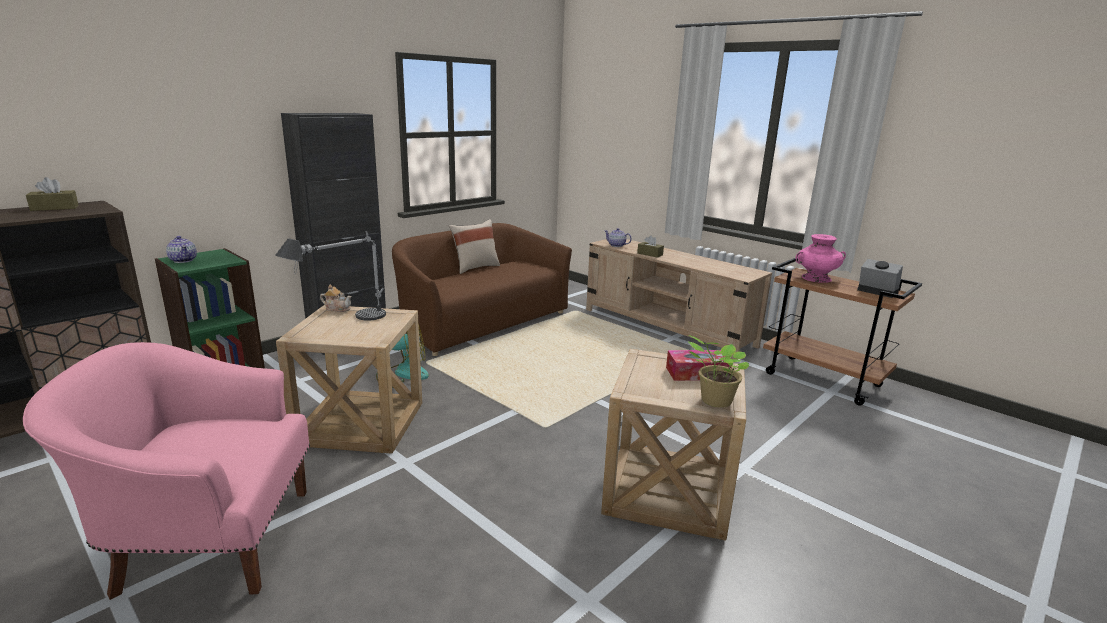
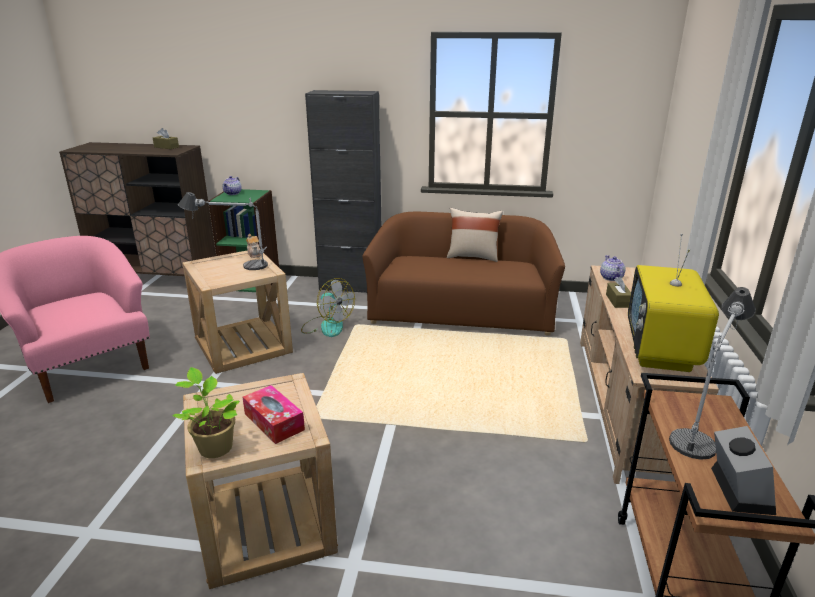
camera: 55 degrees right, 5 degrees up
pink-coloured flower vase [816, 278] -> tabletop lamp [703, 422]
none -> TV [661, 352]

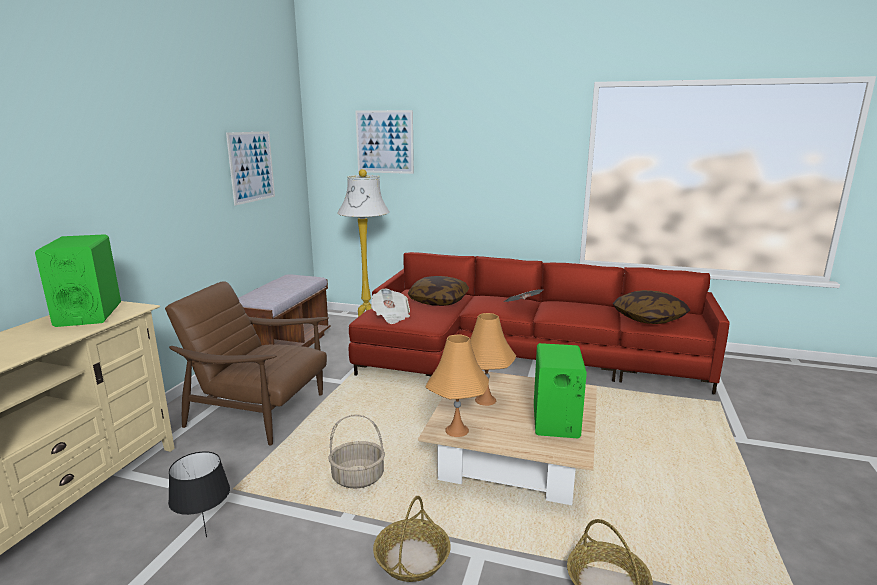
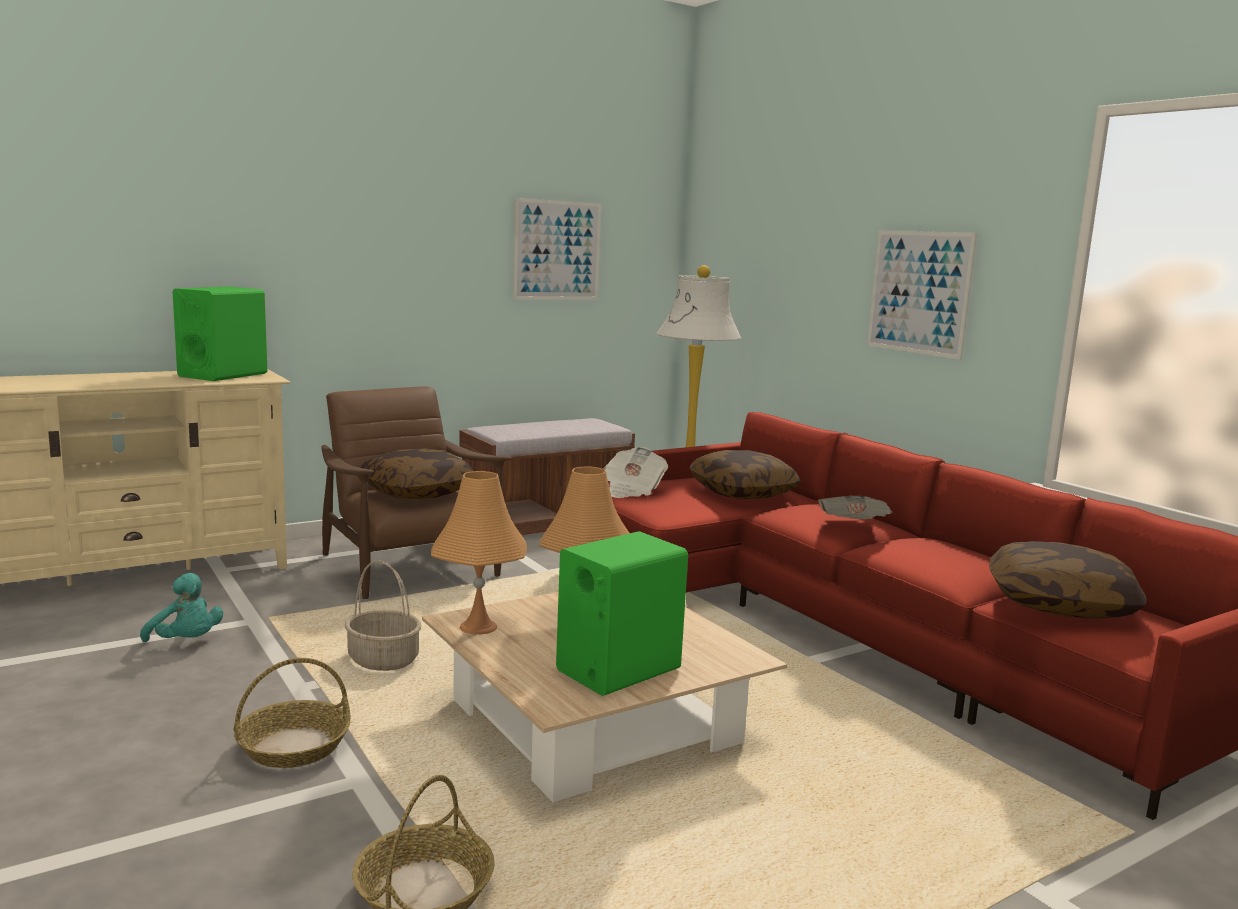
camera: 40 degrees right, 5 degrees down
wall art [384, 142] -> wall art [919, 292], shifted
blackish tabletop lamp [206, 537] -> blue-green soft toy [186, 642]
none -> throw pillow [417, 492]

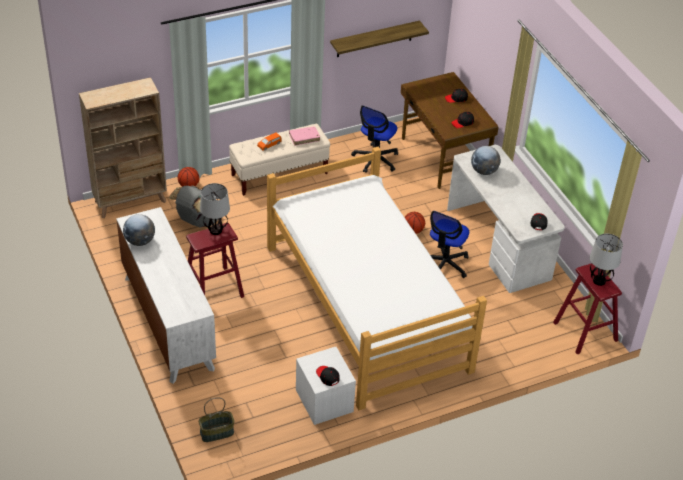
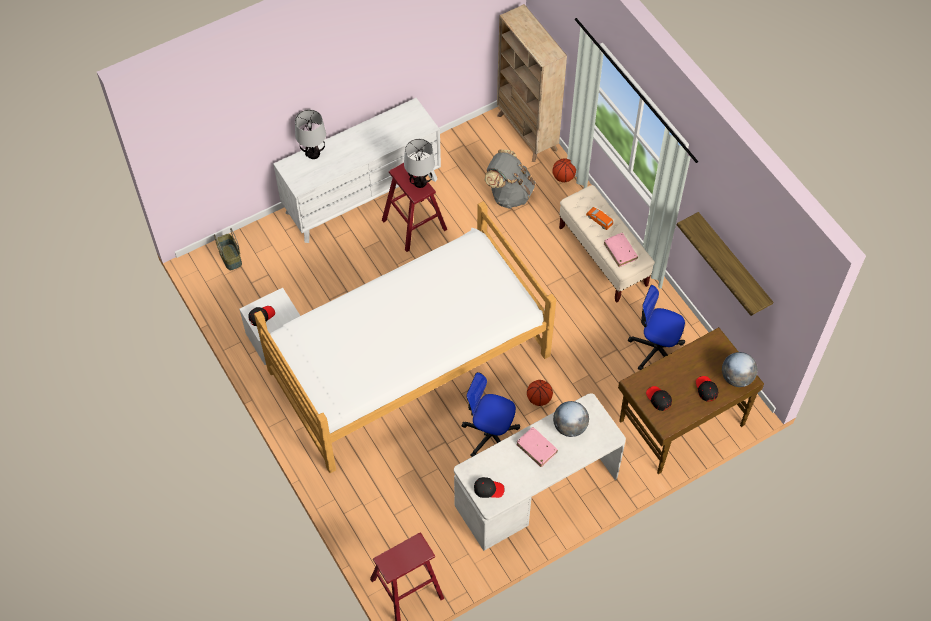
camera: 85 degrees right, 15 degrees up
globe [140, 241] -> globe [736, 378], shifted
tabletop lamp [599, 281] -> tabletop lamp [313, 154], shifted
none -> pink-coloured book [536, 448]

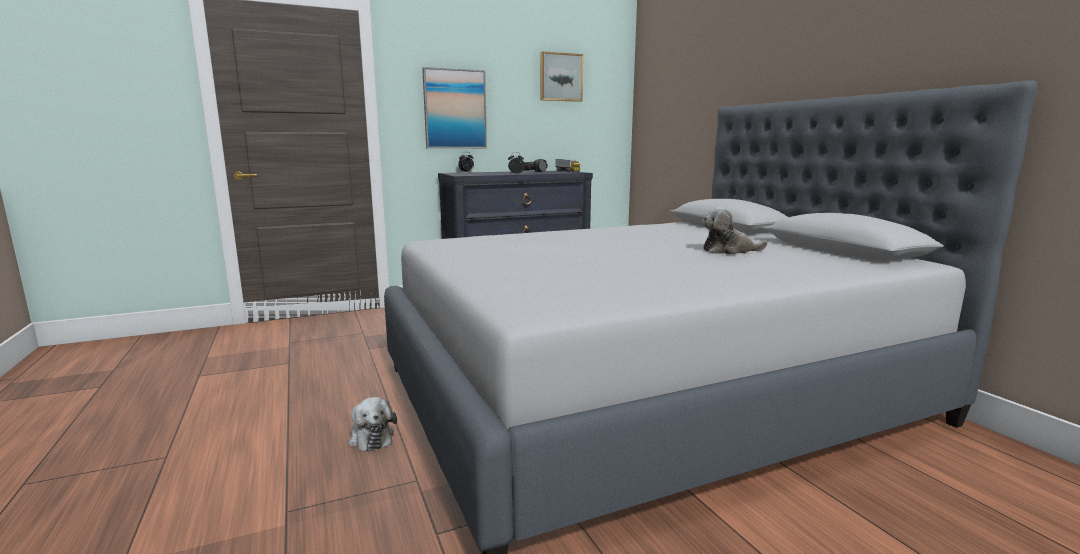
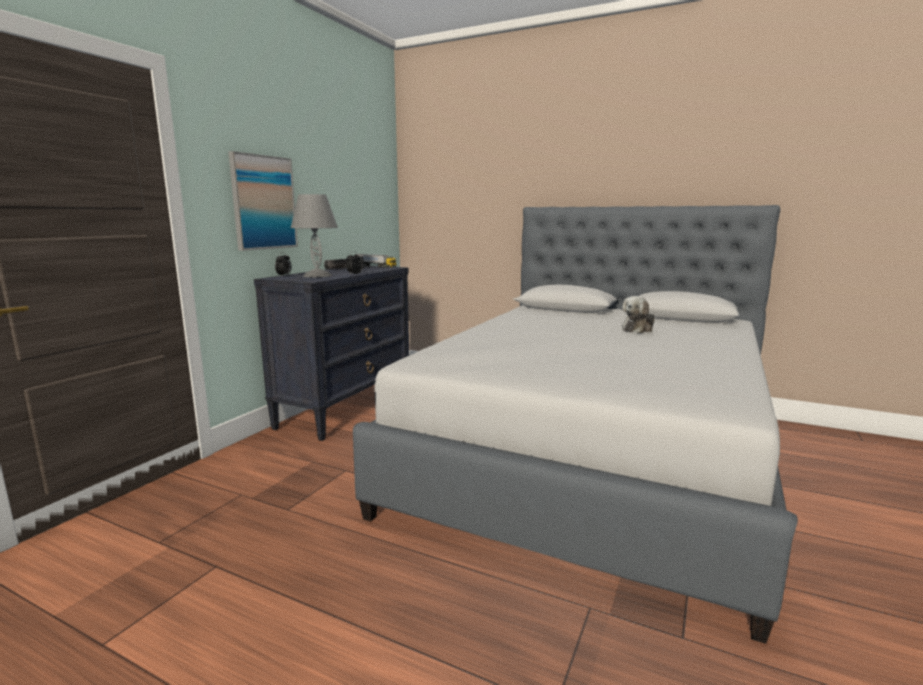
camera: 40 degrees left, 0 degrees up
wall art [560, 77] -> none
soft toy [370, 437] -> none
none -> gray tabletop lamp [317, 275]

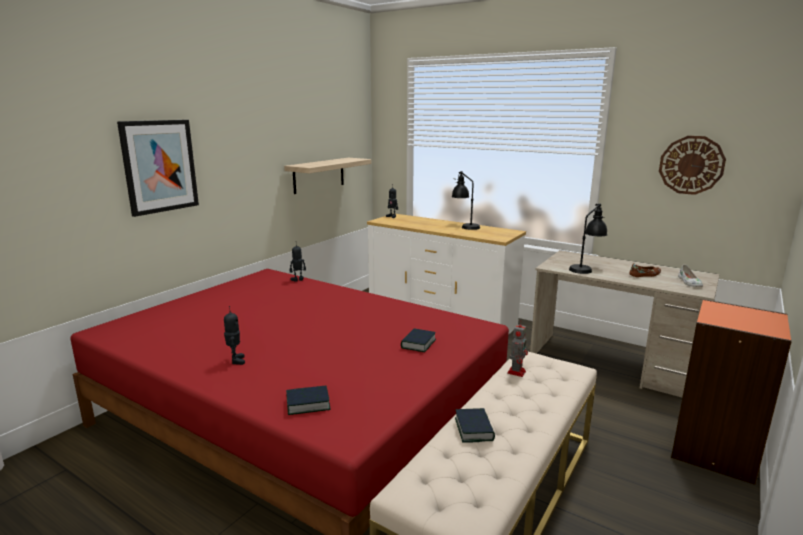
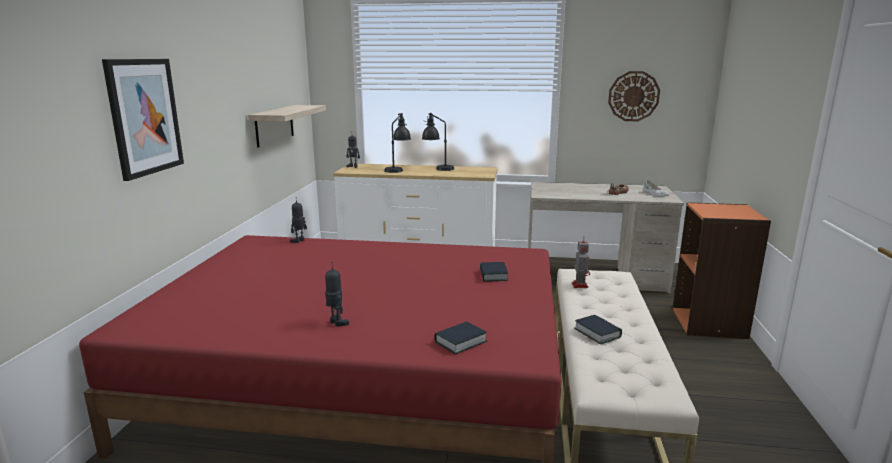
camera: 25 degrees left, 0 degrees up
blackish tabletop lamp [586, 268] -> blackish tabletop lamp [398, 169], shifted

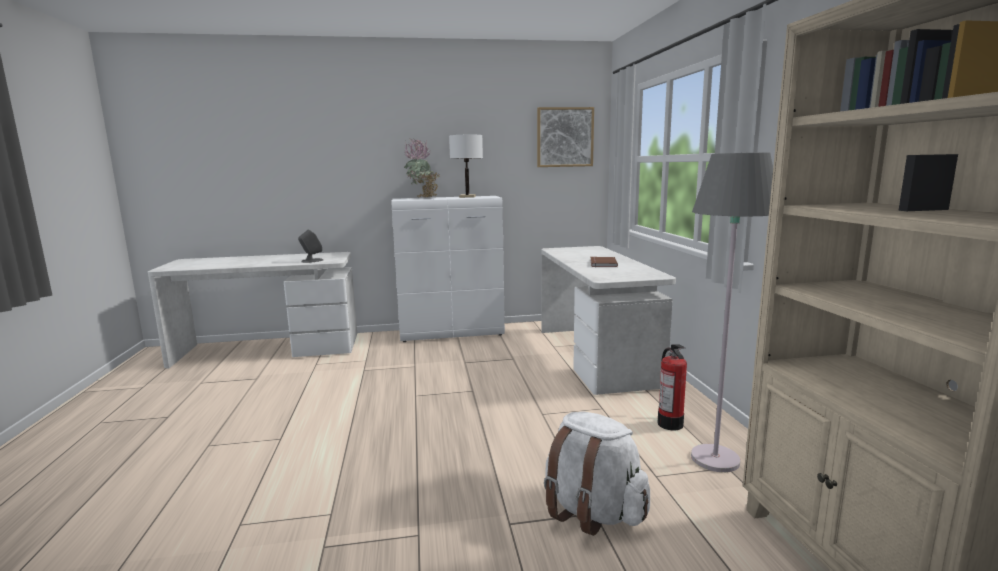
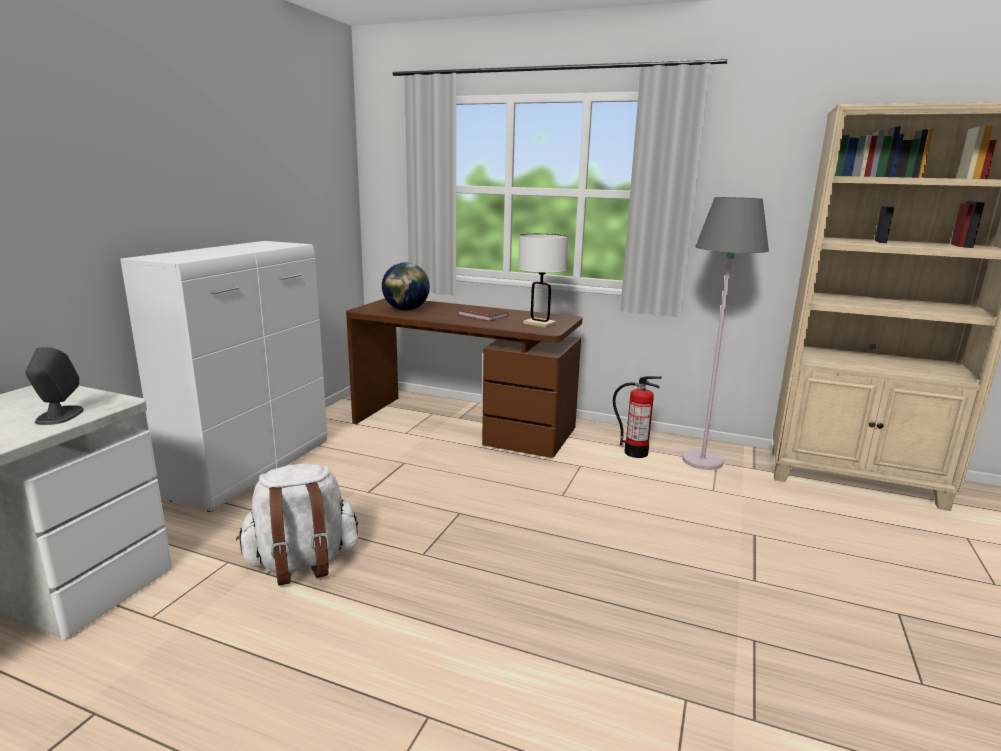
camera: 60 degrees left, 5 degrees up
wall art [565, 137] -> none
whitish tabletop lamp [467, 197] -> whitish tabletop lamp [539, 323], shifted
potted plant [423, 198] -> none
whitish desk [596, 356] -> brown desk [463, 425]
whitish knapsack [592, 512] -> whitish knapsack [302, 563], shifted
none -> globe [406, 310]

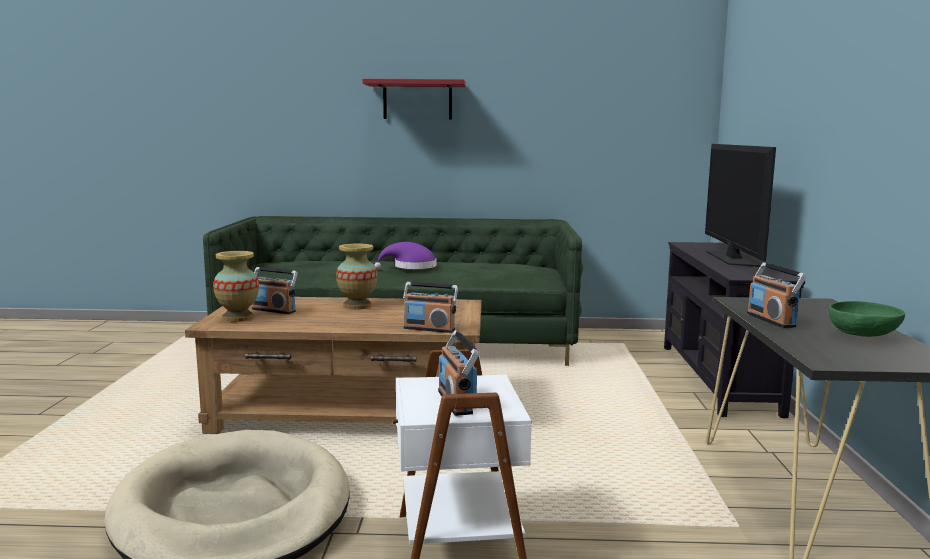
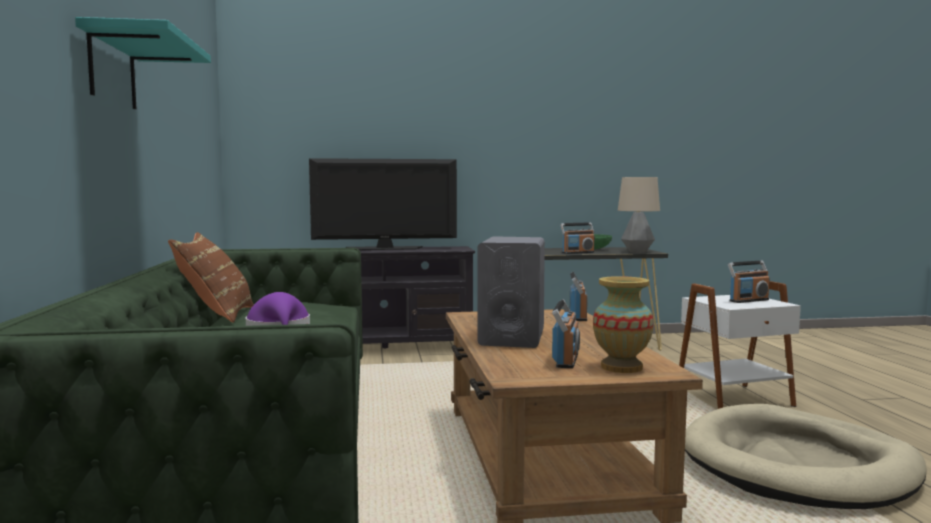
camera: 100 degrees left, 5 degrees down
red bracket shelf [417, 100] -> blue-green bracket shelf [112, 70]
flower vase [357, 306] -> gray audio speaker [512, 337]
none -> tabletop lamp [637, 252]
none -> brown throw pillow [216, 315]

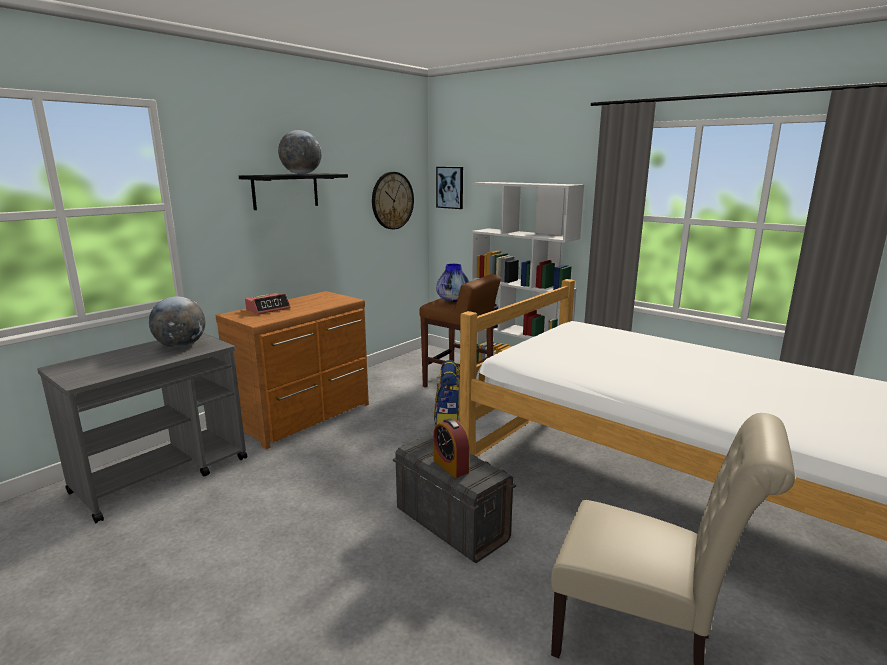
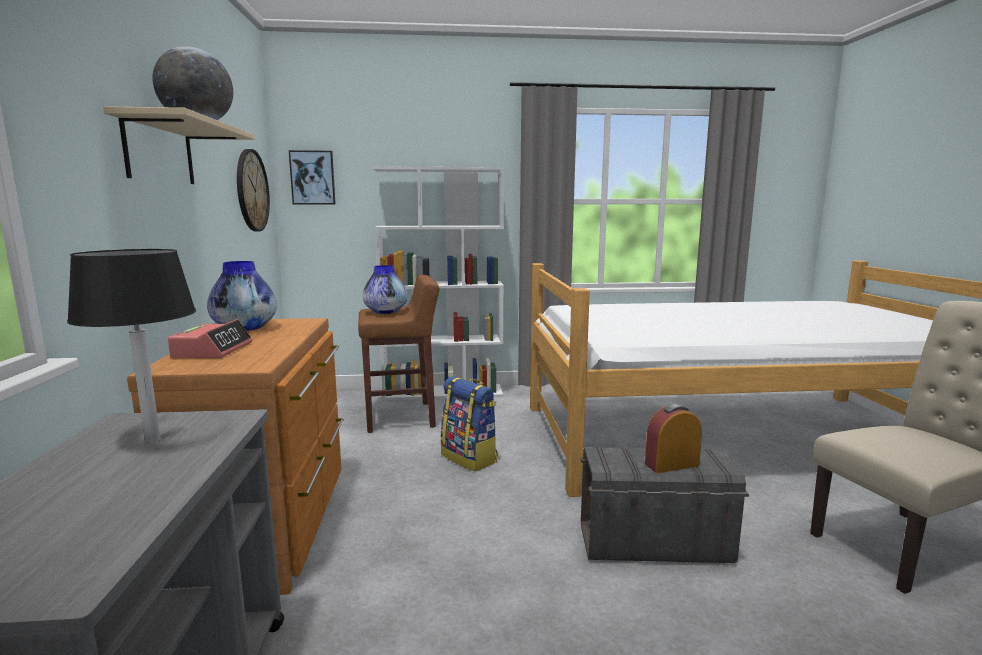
camera: 45 degrees left, 5 degrees down
blackish bracket shelf [285, 191] -> sand-coloured bracket shelf [159, 152]
globe [181, 346] -> blackish tabletop lamp [153, 440]
table clock [451, 466] -> table clock [671, 464], 150 degrees clockwise
none -> flower vase [245, 329]

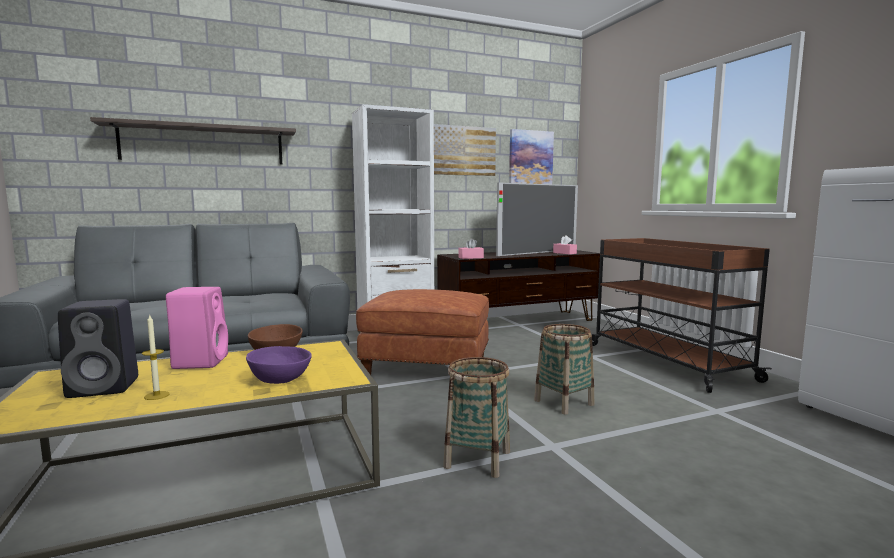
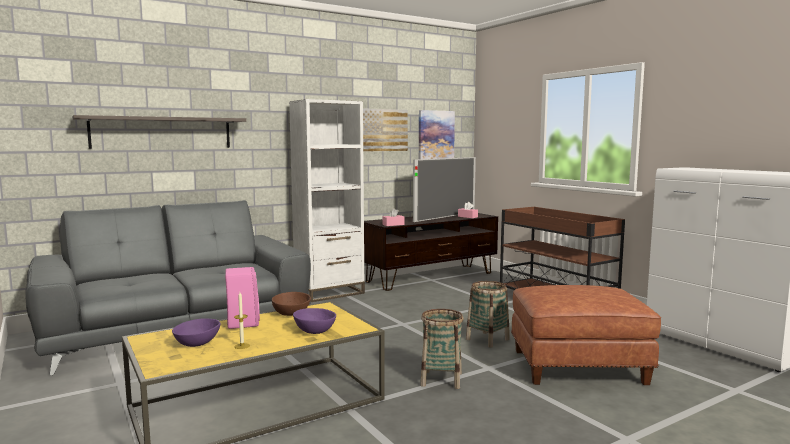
camera: 10 degrees left, 0 degrees up
brown ottoman [428, 366] -> brown ottoman [578, 366], shifted
blackish audio speaker [106, 387] -> purplish bowl [198, 343]

